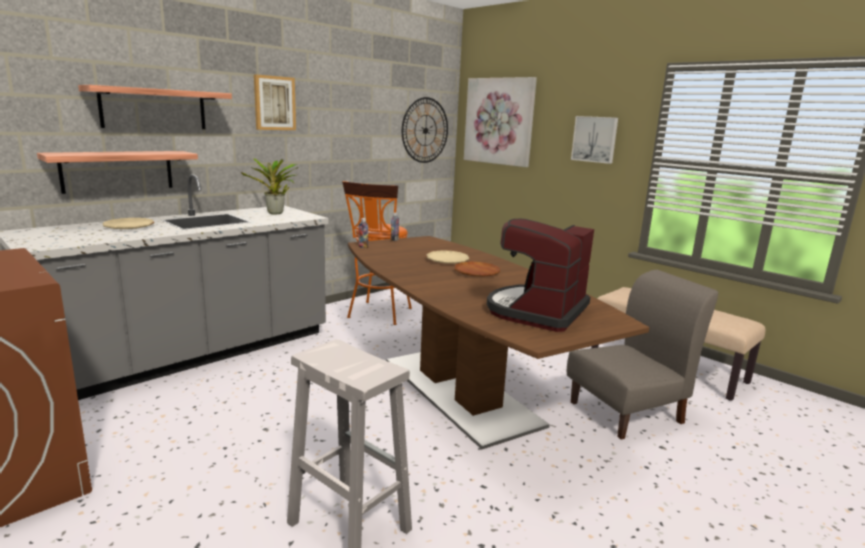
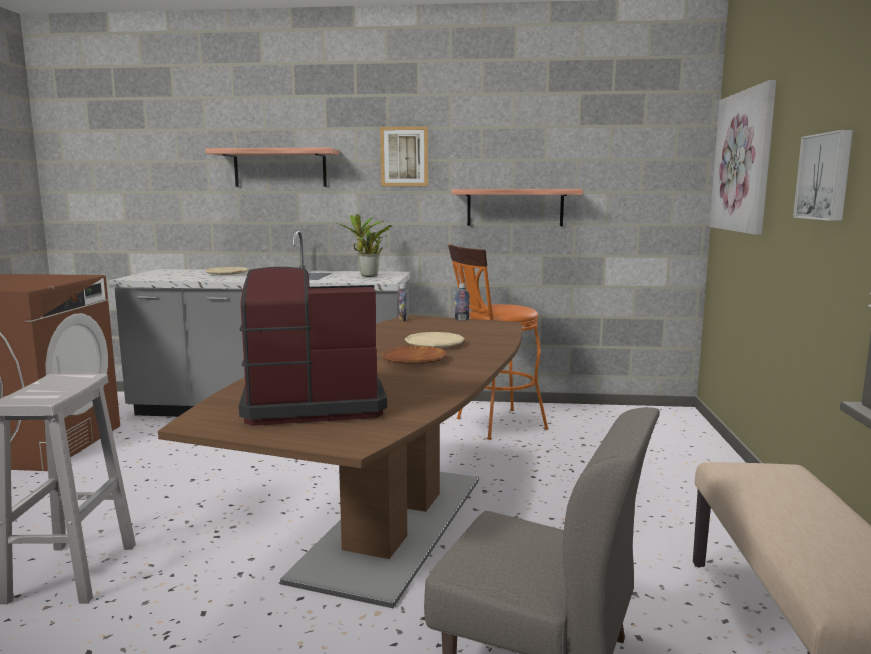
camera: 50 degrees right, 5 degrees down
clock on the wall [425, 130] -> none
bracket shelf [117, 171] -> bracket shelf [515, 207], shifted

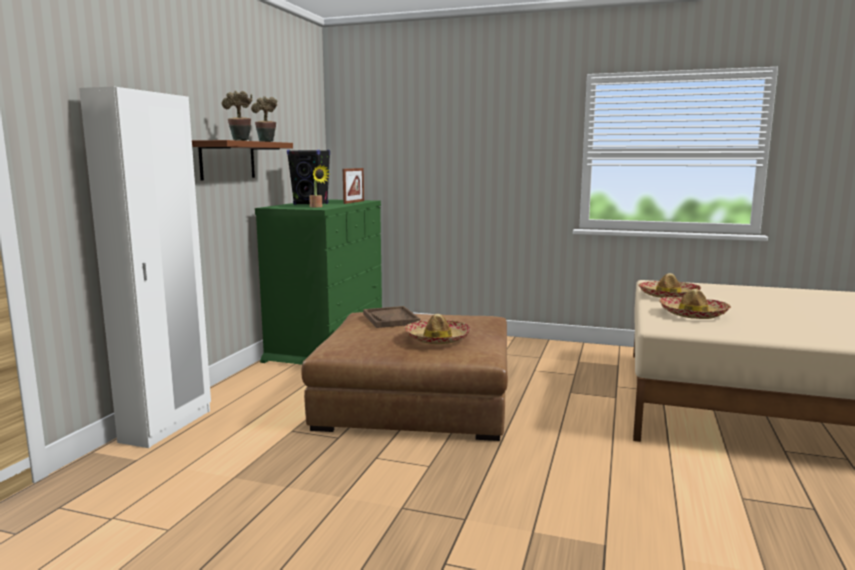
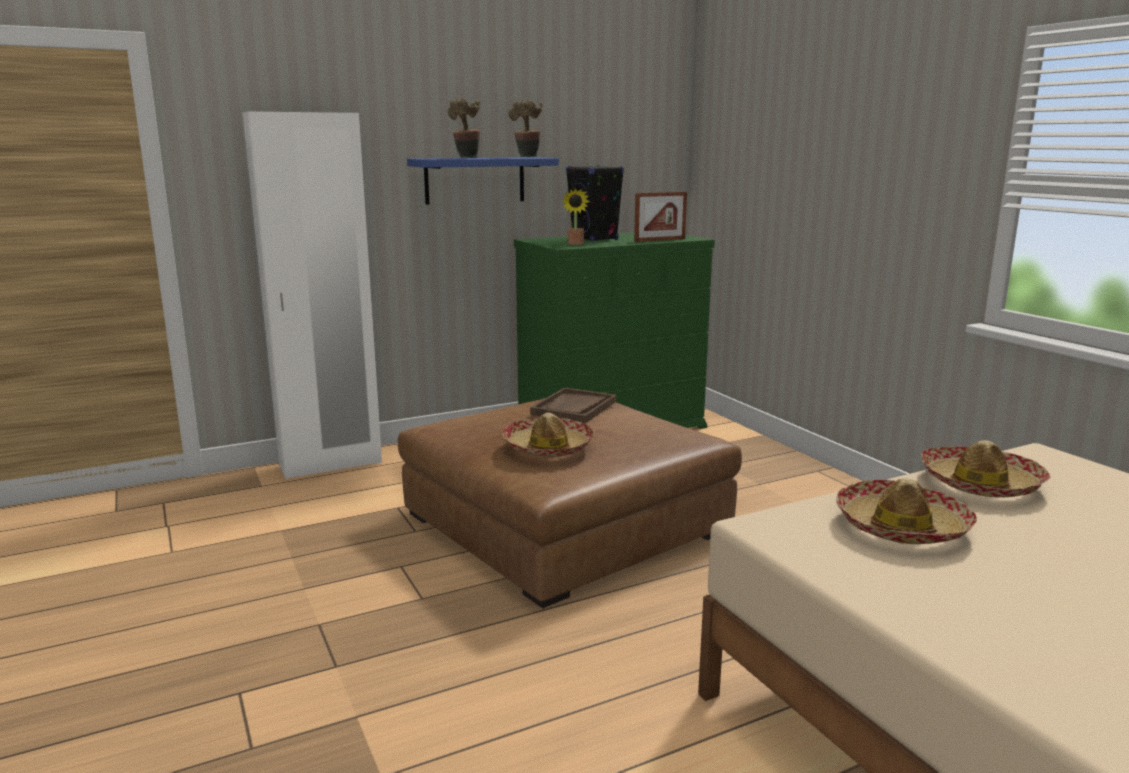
camera: 45 degrees right, 5 degrees up
brown bracket shelf [227, 160] -> blue-coloured bracket shelf [475, 180]

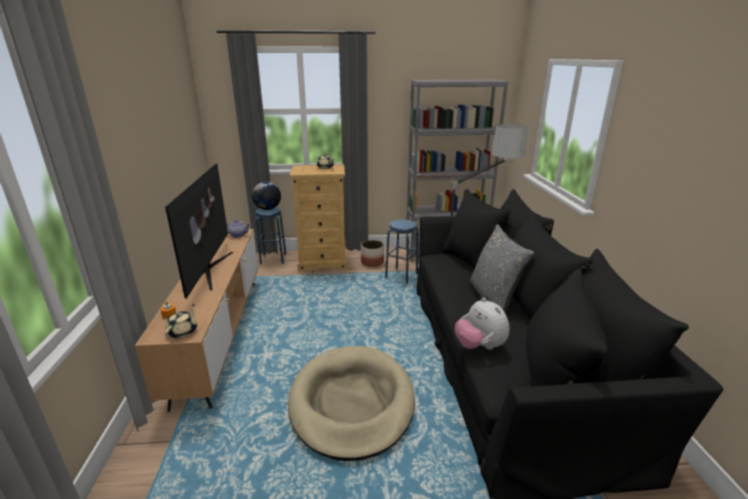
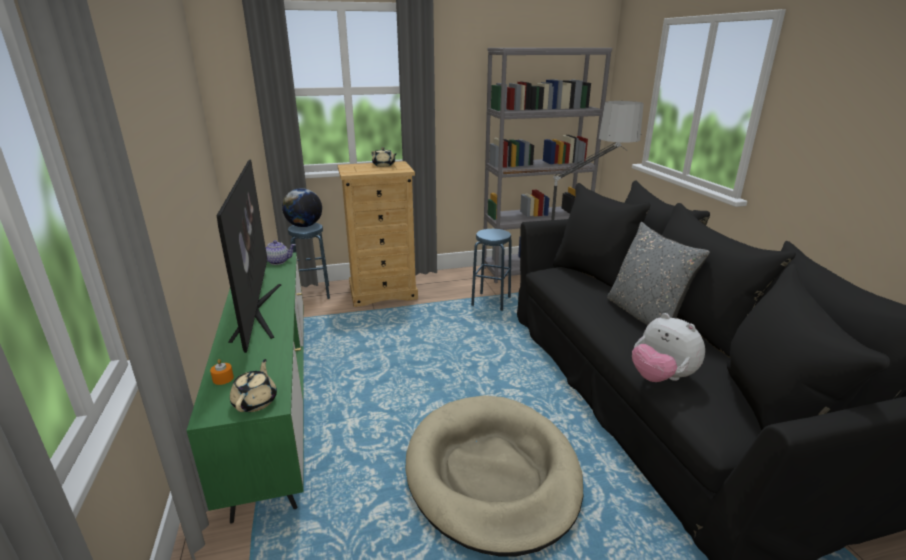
camera: 10 degrees left, 0 degrees up
brown tv stand [221, 335] -> green-coloured tv stand [274, 403]
planter [372, 262] -> none

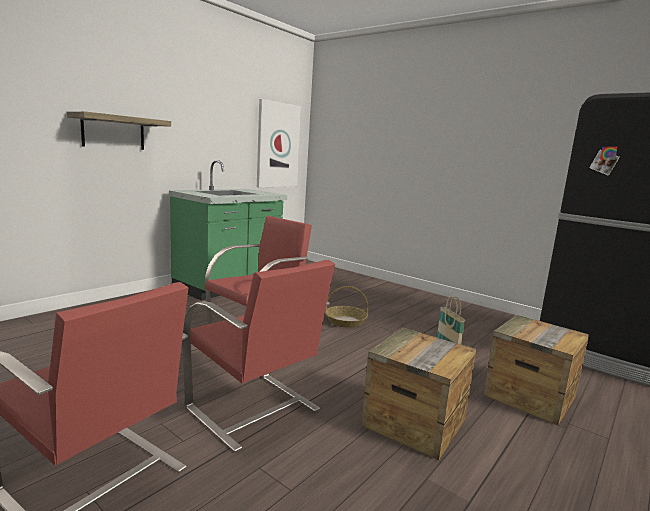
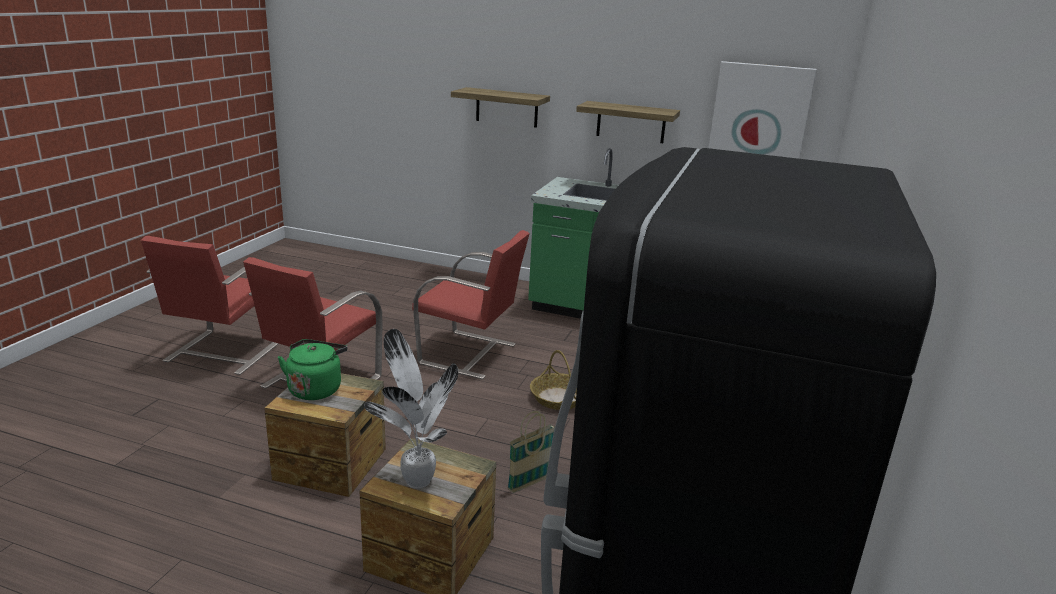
camera: 70 degrees right, 10 degrees up
none -> bracket shelf [631, 122]
none -> potted plant [417, 480]
none -> green-coloured water kettle [316, 388]

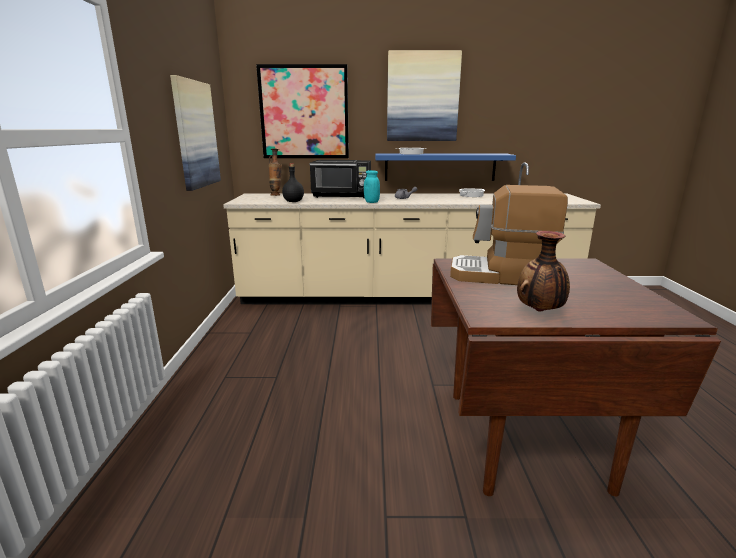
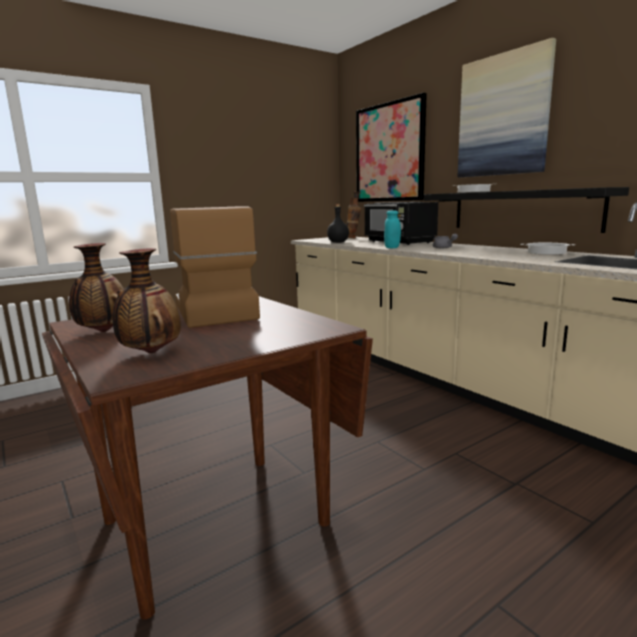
camera: 55 degrees right, 5 degrees down
wall art [195, 134] -> none
blue-coloured bracket shelf [440, 167] -> blackish bracket shelf [522, 210]
none -> flower vase [150, 353]

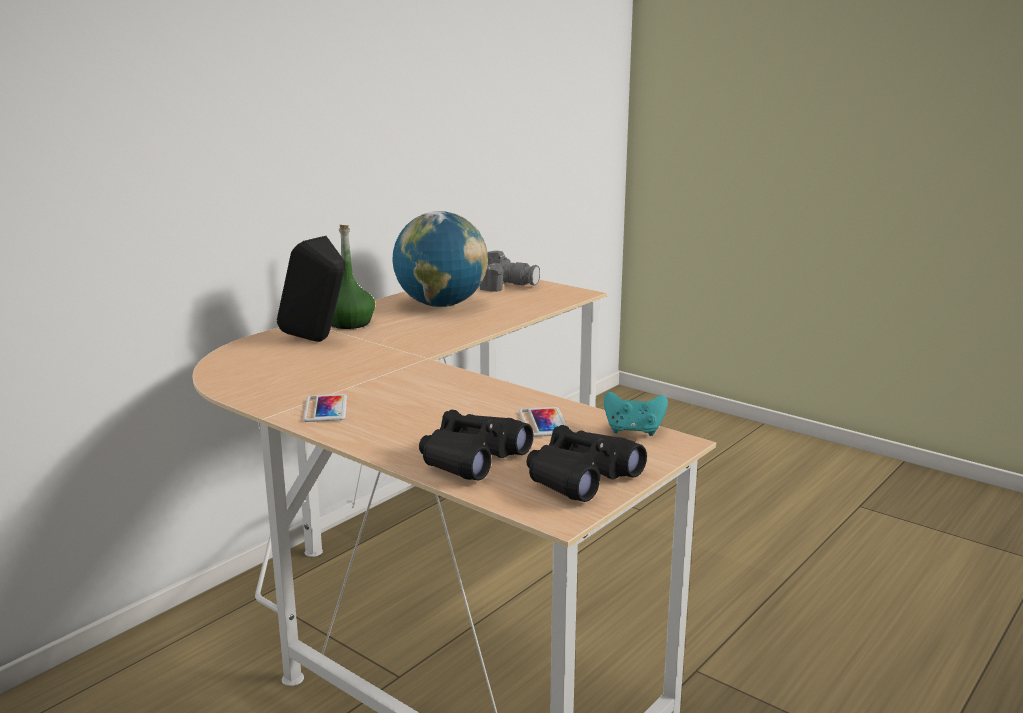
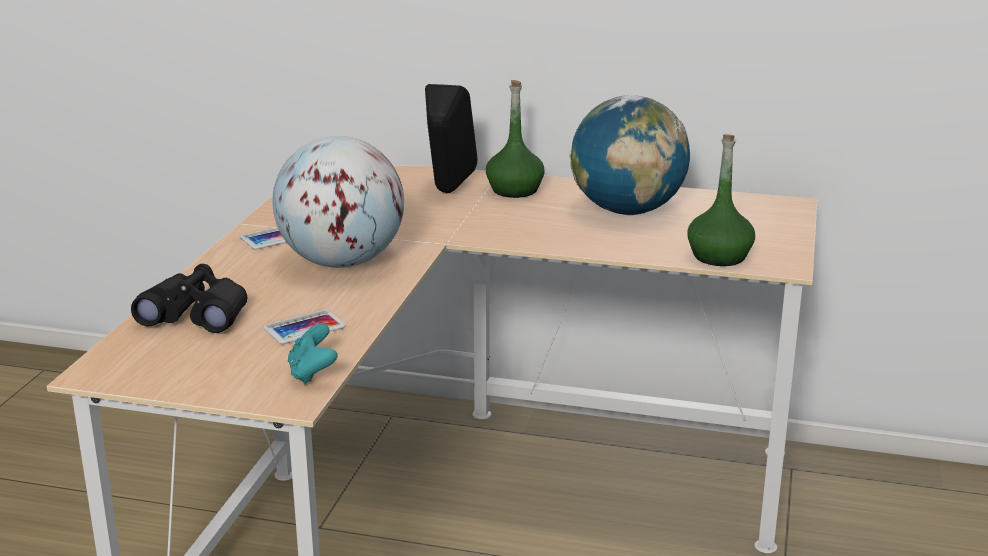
camera: 65 degrees right, 5 degrees up
still camera [506, 285] -> none
blackish binoculars [581, 478] -> none
none -> green-coloured beverage bottle [719, 256]
none -> globe [341, 262]

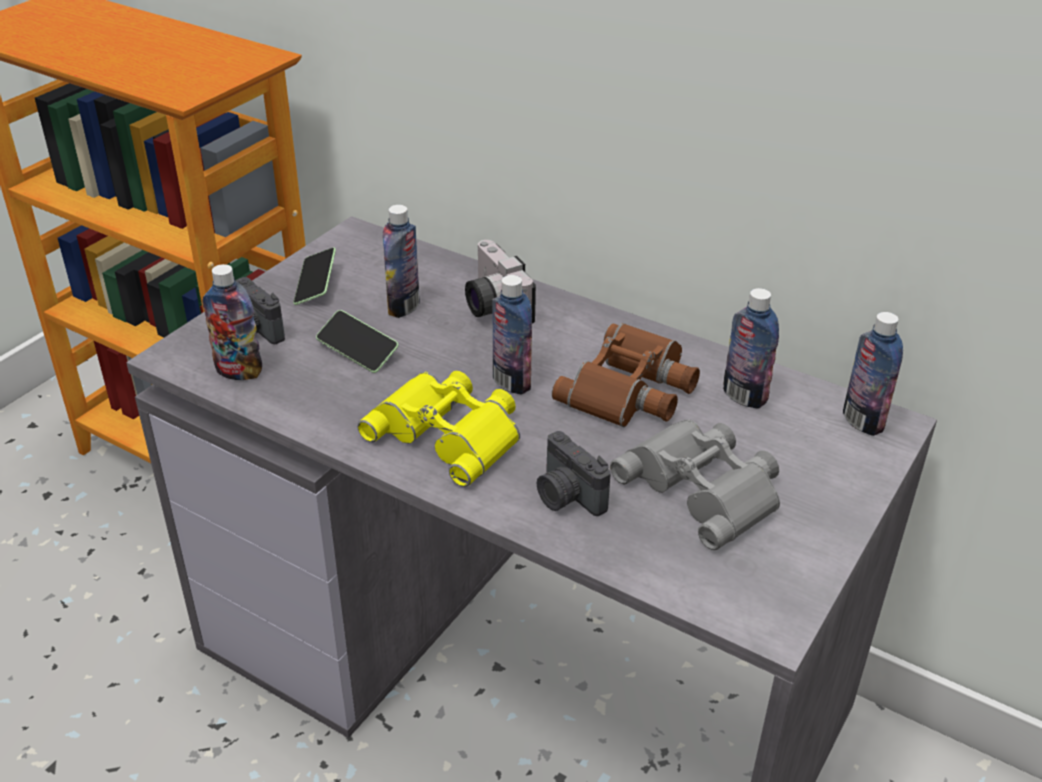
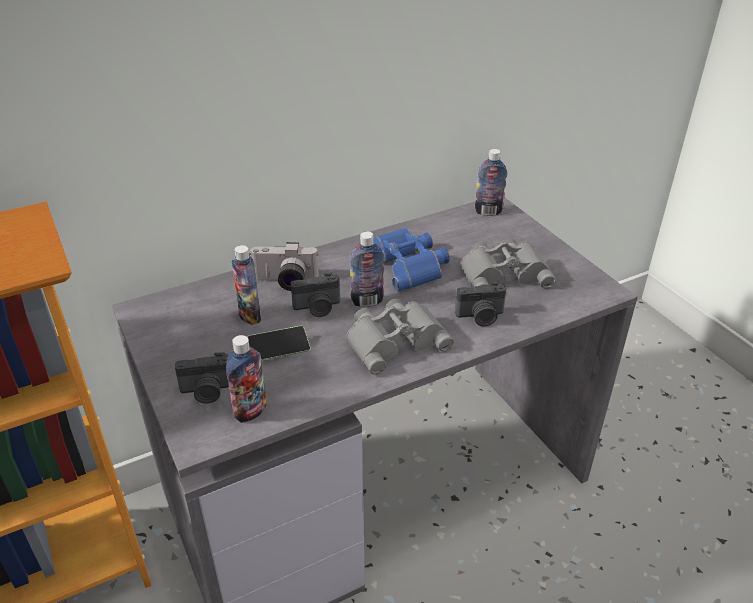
camera: 60 degrees left, 0 degrees up
telephone [316, 285] -> none
beverage bottle [744, 396] -> none
brown binoculars [632, 389] -> blue-coloured binoculars [408, 264]
yellow binoculars [450, 432] -> gray binoculars [395, 339]
none -> still camera [317, 308]

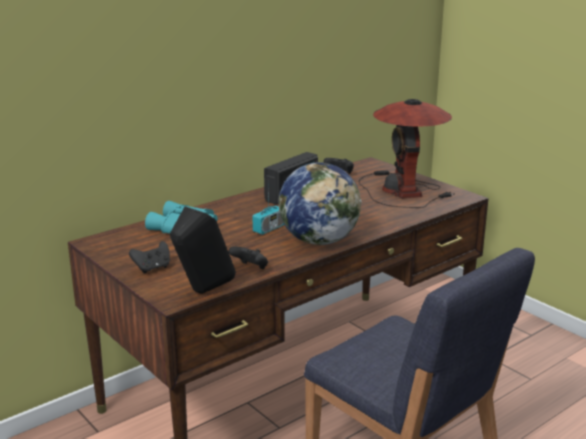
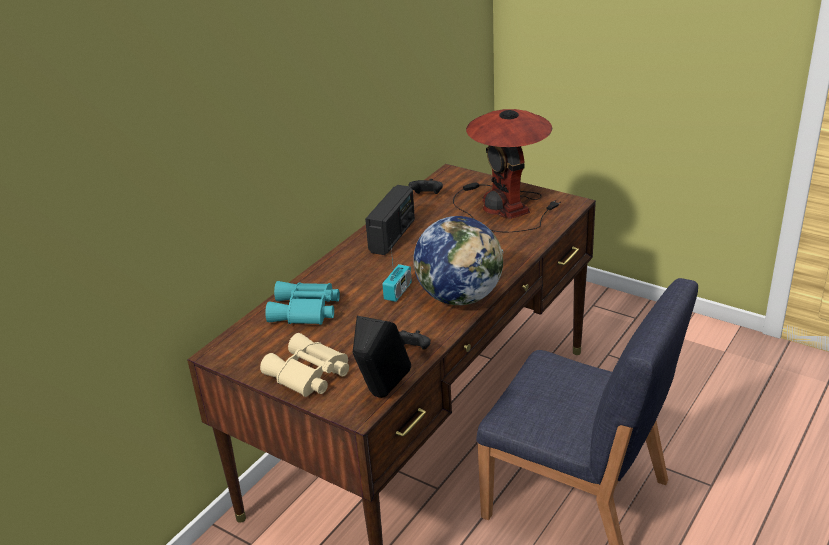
camera: 15 degrees left, 10 degrees up
blackish gamepad [152, 268] -> sand-coloured binoculars [308, 375]

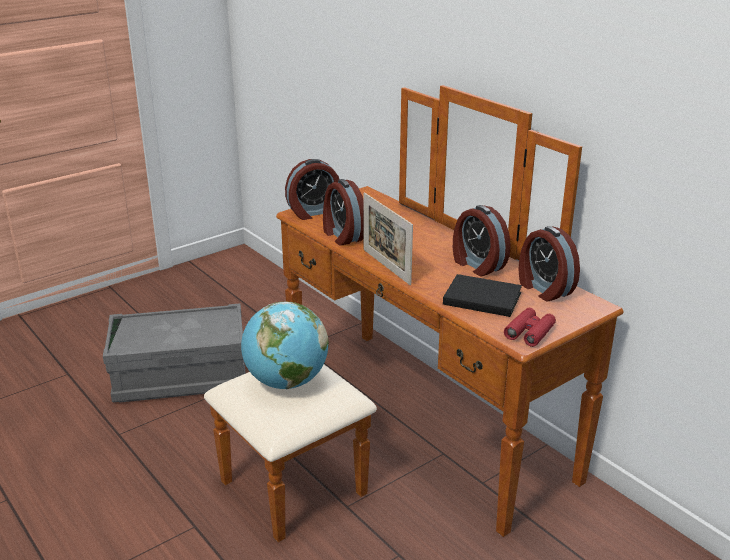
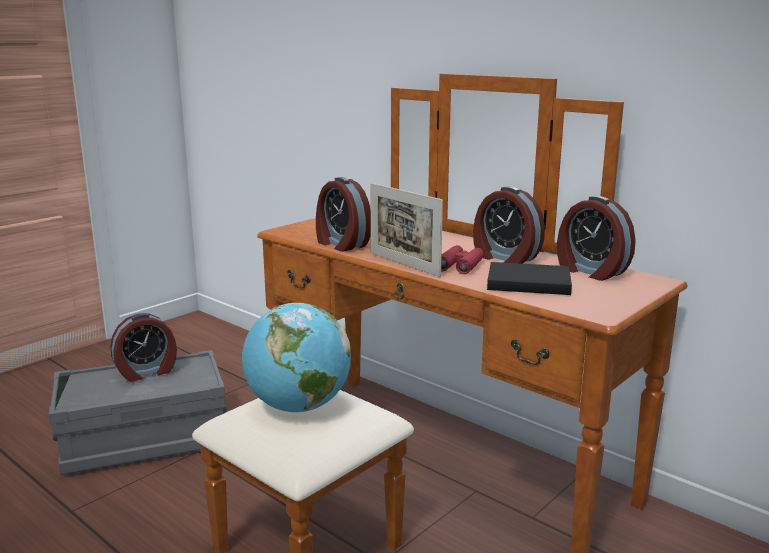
camera: 10 degrees left, 10 degrees down
table clock [315, 212] -> table clock [147, 372], shifted
red binoculars [530, 332] -> red binoculars [460, 266], shifted

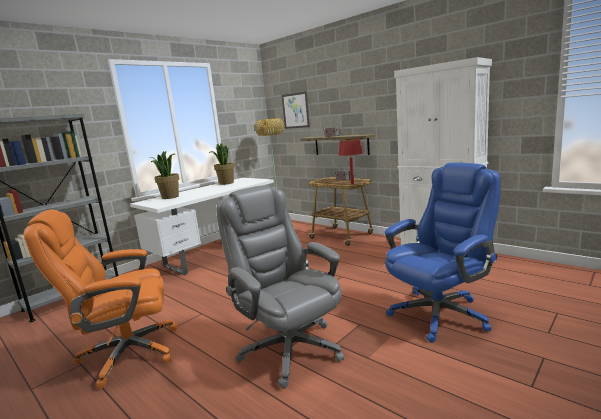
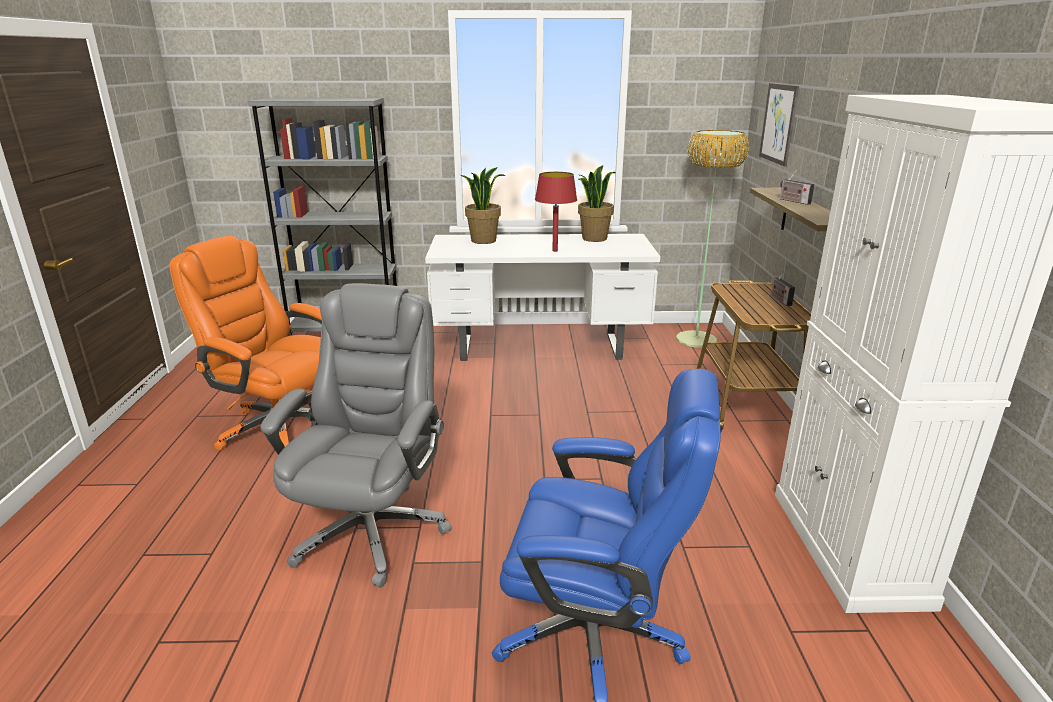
camera: 45 degrees right, 10 degrees up
red tabletop lamp [352, 183] -> red tabletop lamp [555, 251], shifted

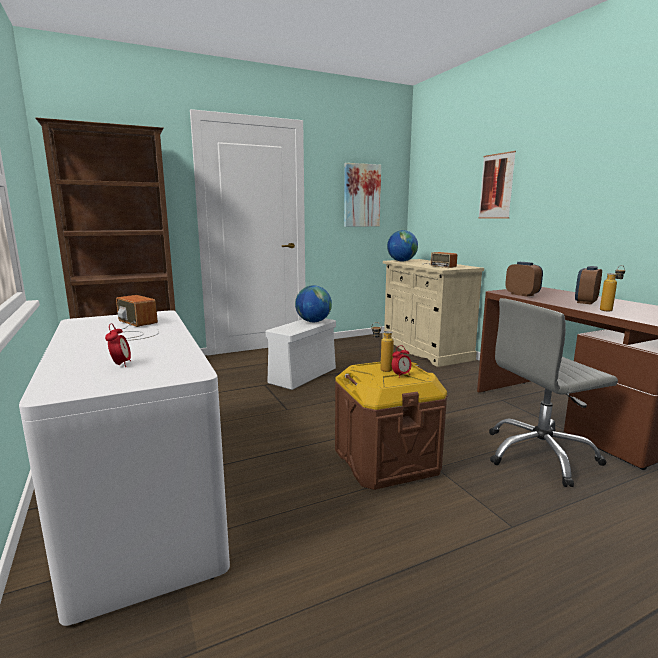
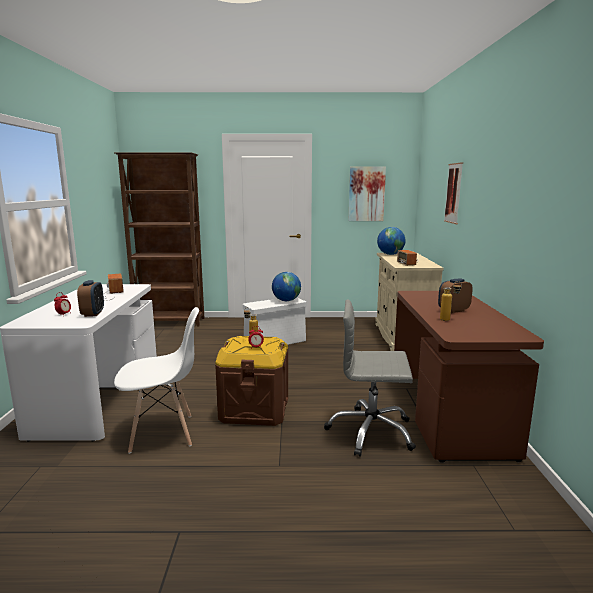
camera: 25 degrees right, 0 degrees up
table clock [522, 294] -> table clock [93, 313], shifted
none -> whitish upright chair [163, 433]

